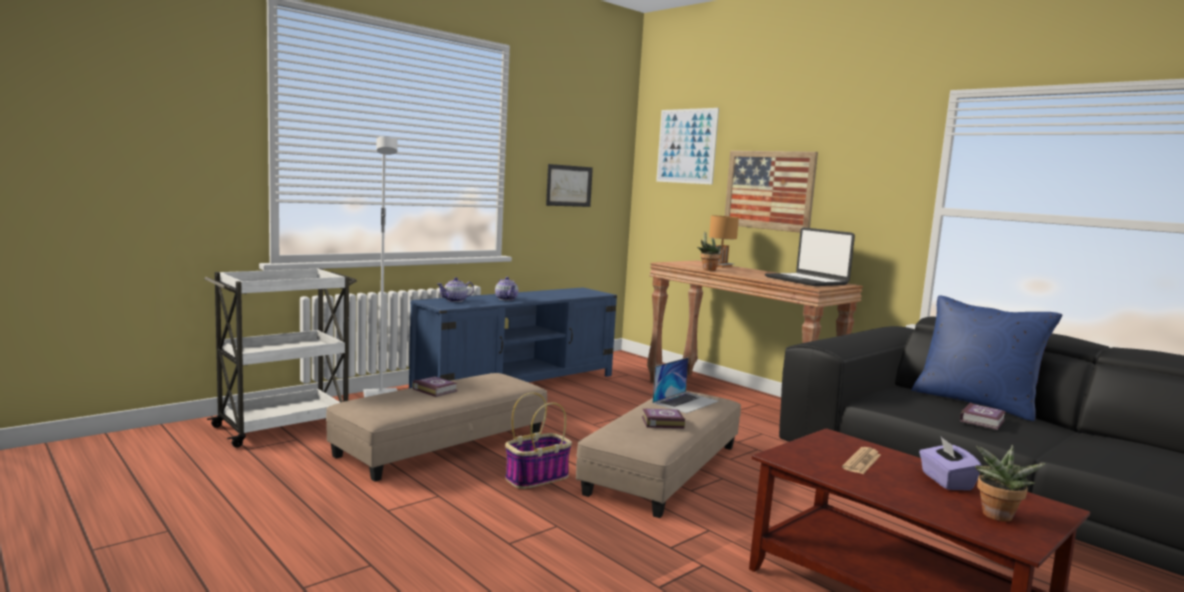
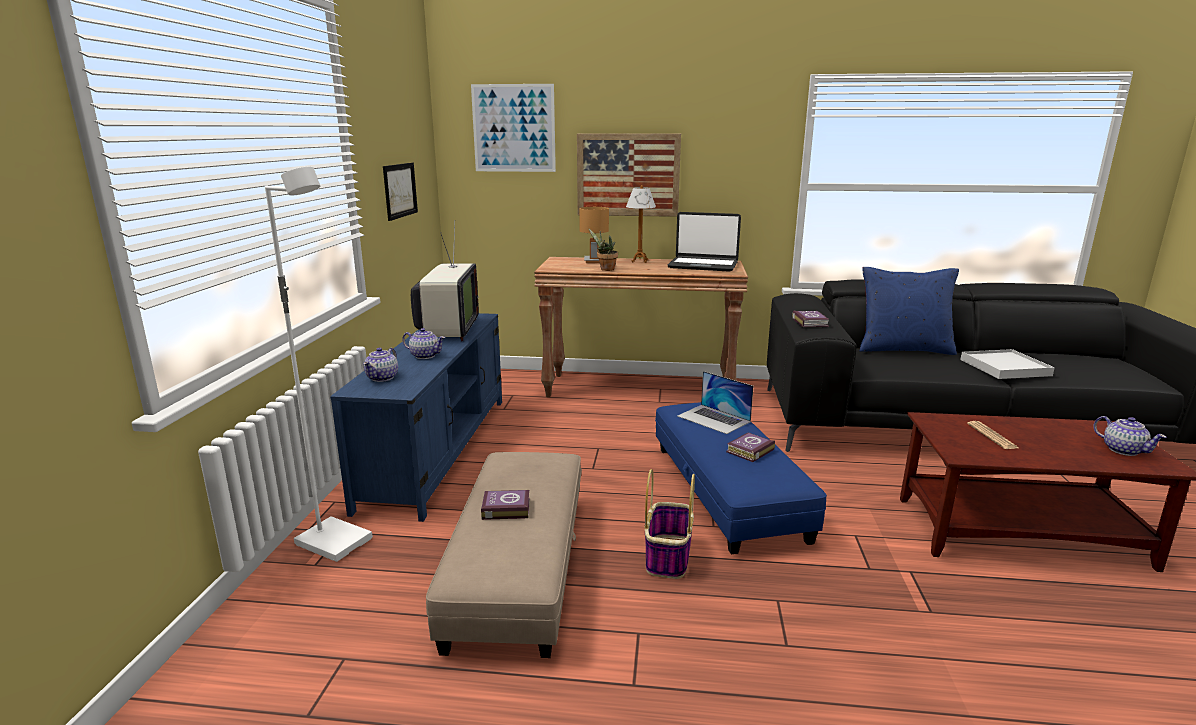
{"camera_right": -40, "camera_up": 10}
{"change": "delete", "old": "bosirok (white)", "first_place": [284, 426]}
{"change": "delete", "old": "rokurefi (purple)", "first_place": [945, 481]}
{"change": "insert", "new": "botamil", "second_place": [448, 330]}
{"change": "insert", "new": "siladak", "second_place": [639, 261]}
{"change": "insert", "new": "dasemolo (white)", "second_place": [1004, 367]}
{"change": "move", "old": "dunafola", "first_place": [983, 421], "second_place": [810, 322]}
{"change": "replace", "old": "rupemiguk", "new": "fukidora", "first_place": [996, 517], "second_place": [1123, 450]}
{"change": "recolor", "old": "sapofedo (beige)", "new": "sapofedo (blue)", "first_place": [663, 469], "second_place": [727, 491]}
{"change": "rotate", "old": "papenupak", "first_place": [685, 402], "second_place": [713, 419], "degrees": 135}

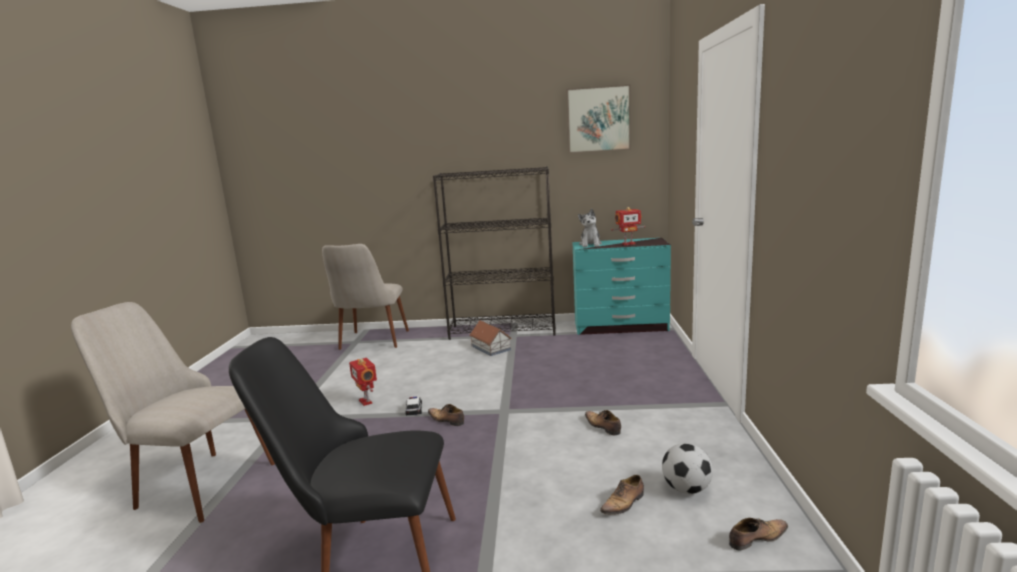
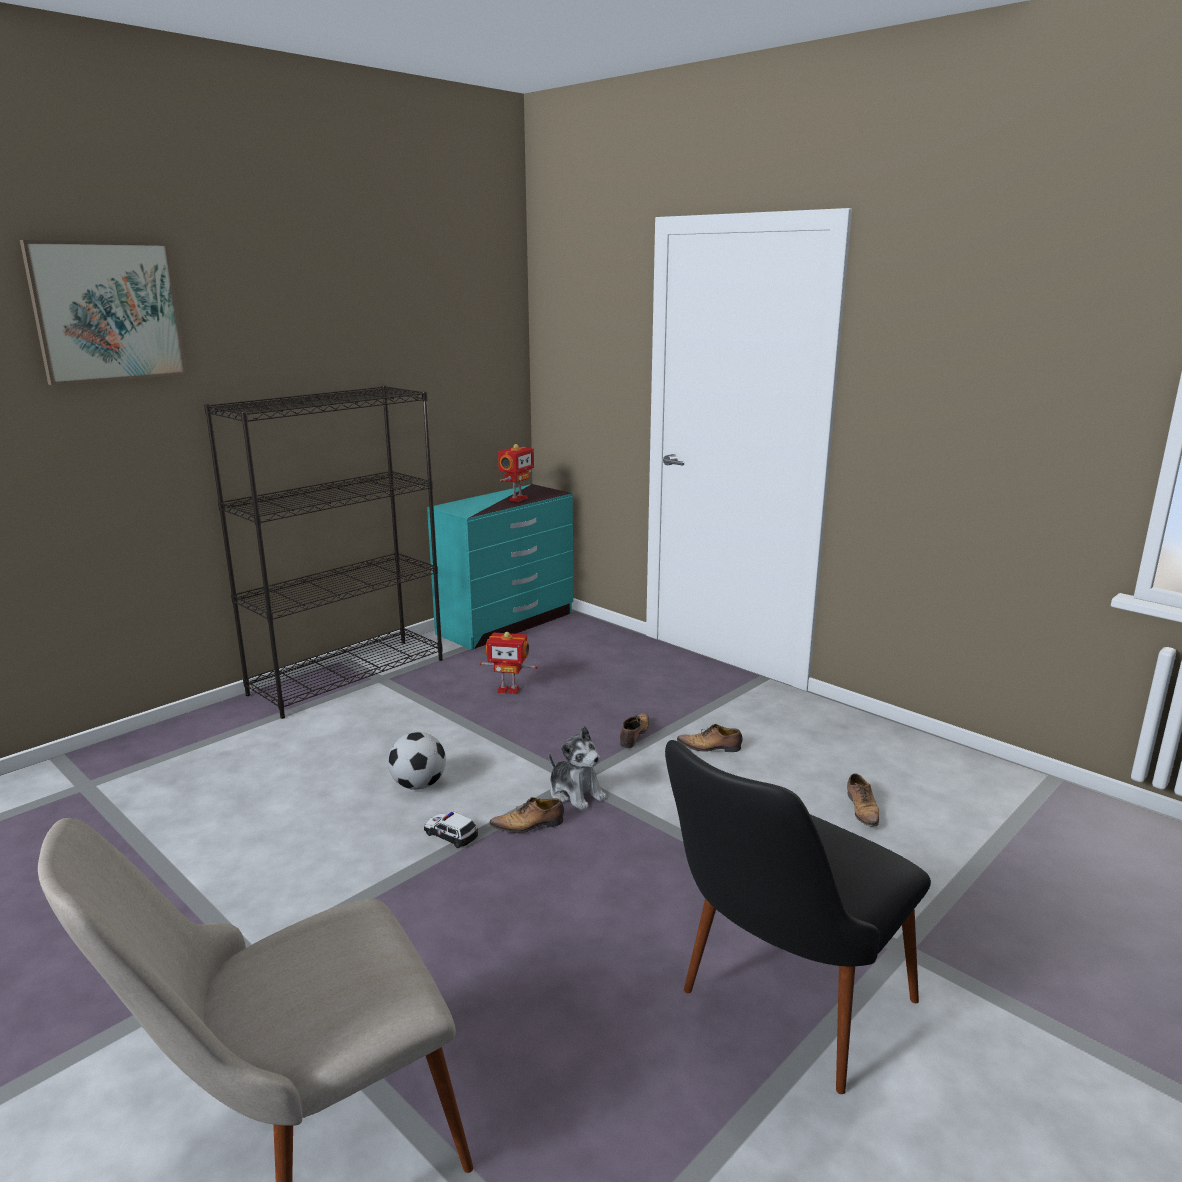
{"camera_right": -50, "camera_up": 5}
{"change": "delete", "old": "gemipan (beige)", "first_place": [371, 344]}
{"change": "delete", "old": "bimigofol", "first_place": [491, 347]}
{"change": "move", "old": "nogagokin", "first_place": [366, 401], "second_place": [508, 690]}
{"change": "move", "old": "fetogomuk", "first_place": [598, 119], "second_place": [107, 311]}
{"change": "move", "old": "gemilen", "first_place": [590, 244], "second_place": [576, 794]}
{"change": "move", "old": "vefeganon", "first_place": [686, 489], "second_place": [418, 785]}
{"change": "move", "old": "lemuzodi", "first_place": [756, 539], "second_place": [634, 735]}

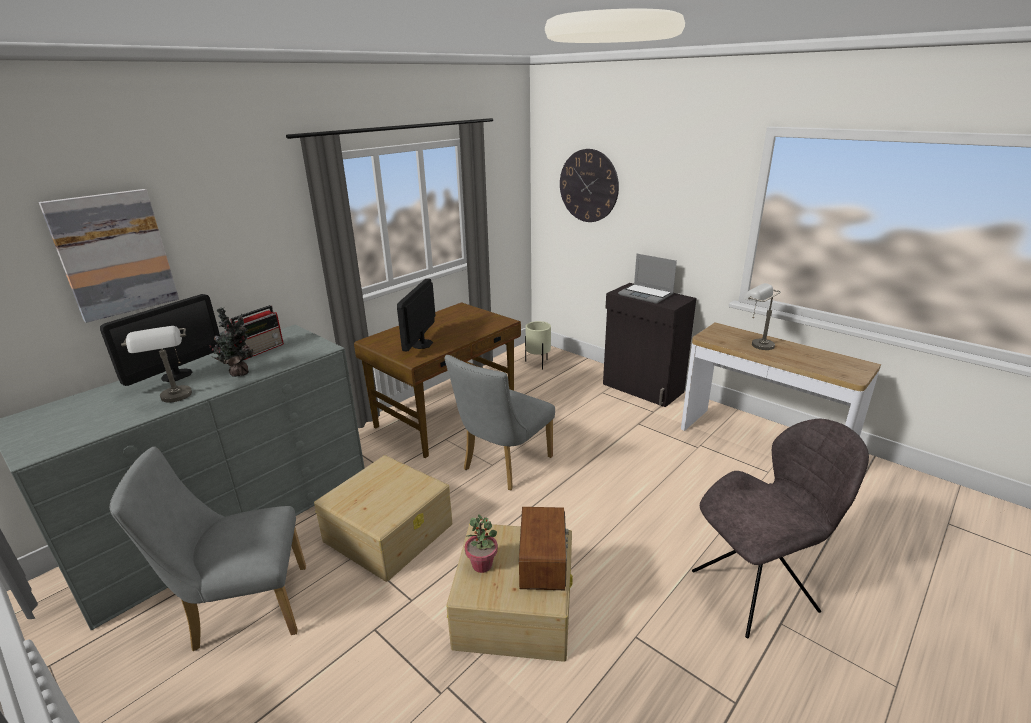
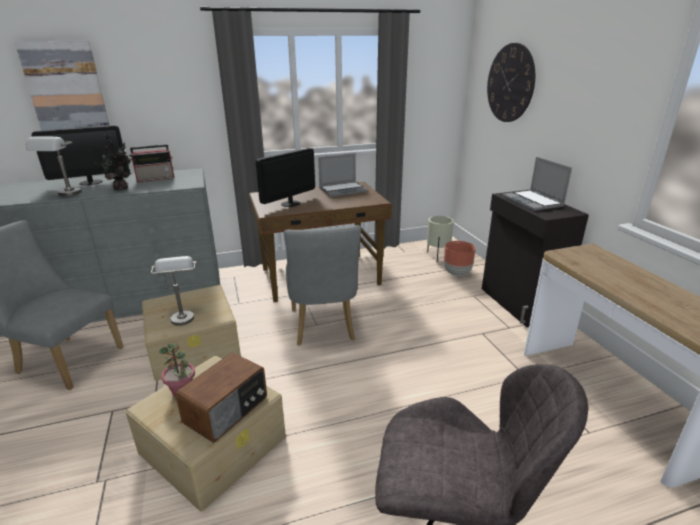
{"camera_right": 30, "camera_up": 0}
{"change": "insert", "new": "papenupak", "second_place": [343, 190]}
{"change": "insert", "new": "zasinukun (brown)", "second_place": [457, 273]}
{"change": "move", "old": "siladak (grey)", "first_place": [755, 343], "second_place": [182, 315]}
{"change": "rotate", "old": "gemipan (grey)", "first_place": [503, 466], "second_place": [323, 328], "degrees": -75}

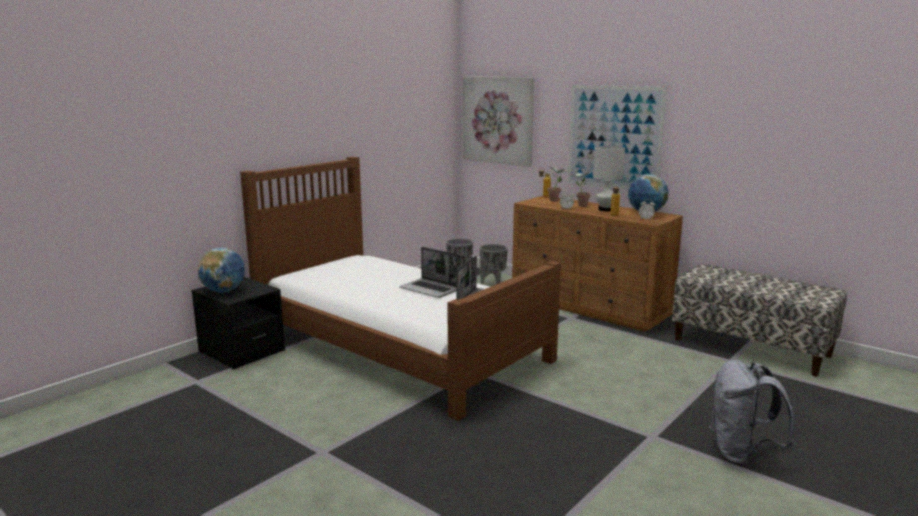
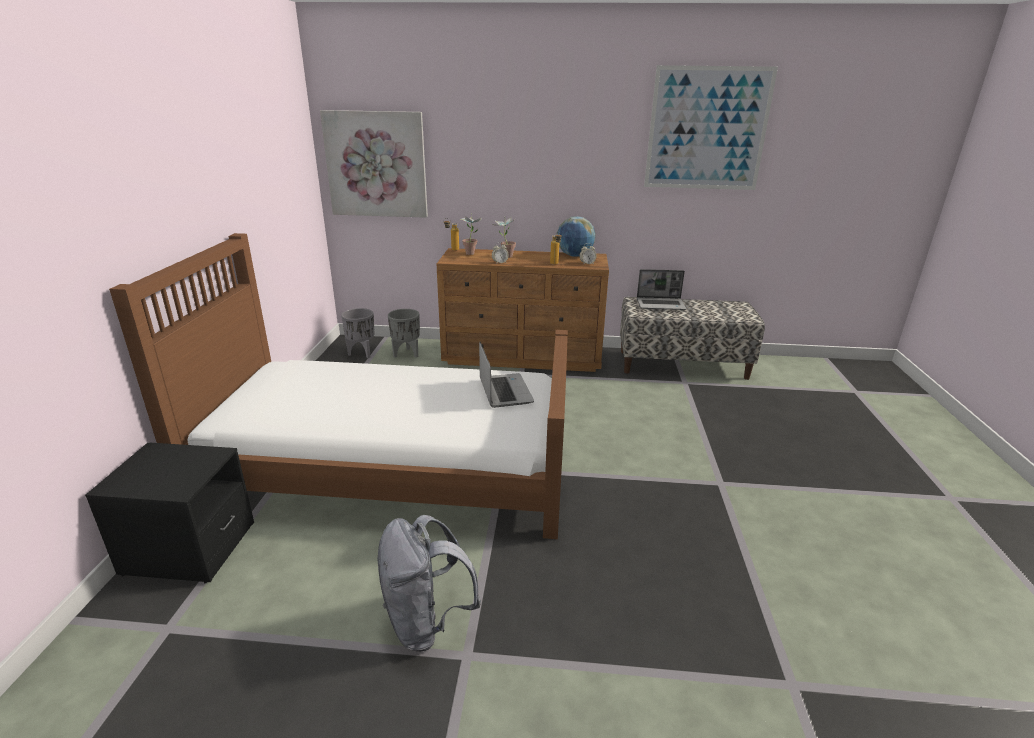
{"camera_right": -35, "camera_up": 10}
{"change": "delete", "old": "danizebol", "first_place": [224, 291]}
{"change": "delete", "old": "siladak (white)", "first_place": [605, 210]}
{"change": "move", "old": "papenupak", "first_place": [431, 289], "second_place": [661, 305]}
{"change": "move", "old": "fetogomuk", "first_place": [614, 138], "second_place": [707, 129]}
{"change": "move", "old": "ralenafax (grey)", "first_place": [741, 454], "second_place": [426, 622]}

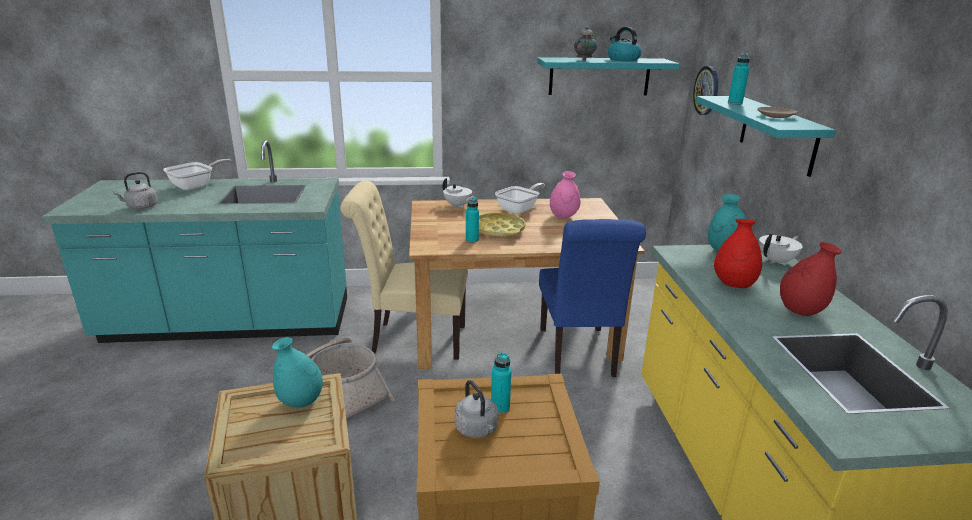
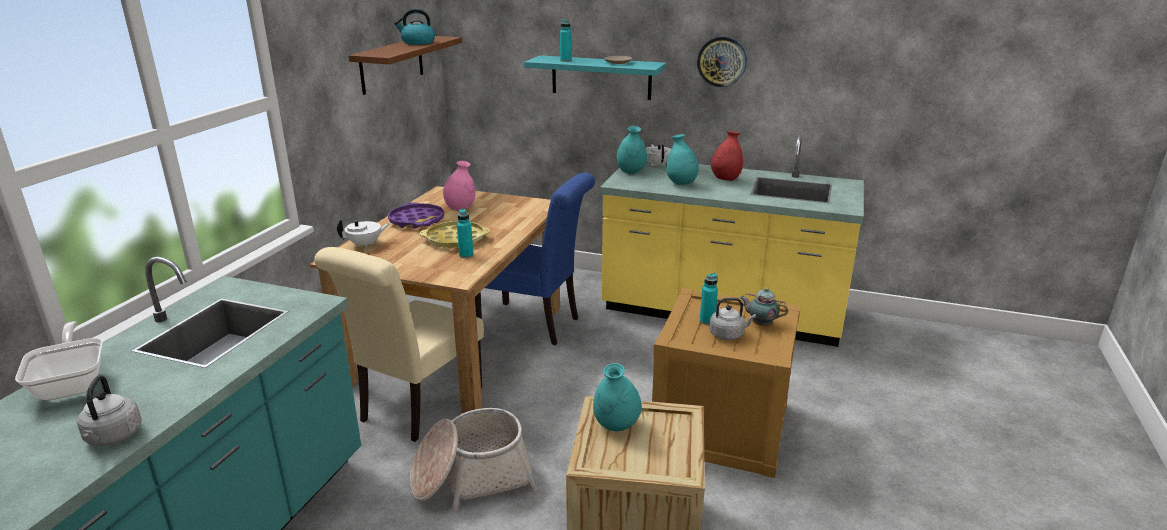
{"camera_right": -65, "camera_up": 0}
{"change": "move", "old": "fukidora", "first_place": [584, 60], "second_place": [760, 324]}
{"change": "move", "old": "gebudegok", "first_place": [707, 90], "second_place": [721, 61]}
{"change": "replace", "old": "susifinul", "new": "dasemolo (purple)", "first_place": [519, 209], "second_place": [417, 221]}
{"change": "recolor", "old": "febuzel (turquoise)", "new": "febuzel (brown)", "first_place": [599, 76], "second_place": [392, 64]}
{"change": "recolor", "old": "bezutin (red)", "new": "bezutin (turquoise)", "first_place": [733, 285], "second_place": [681, 184]}

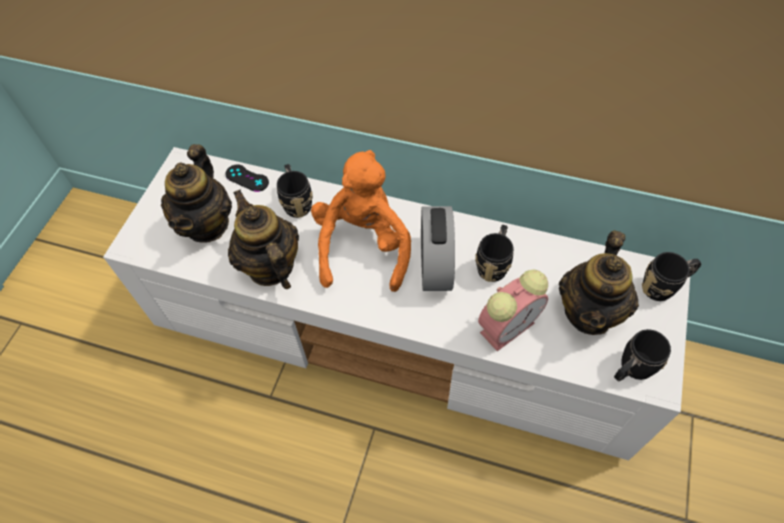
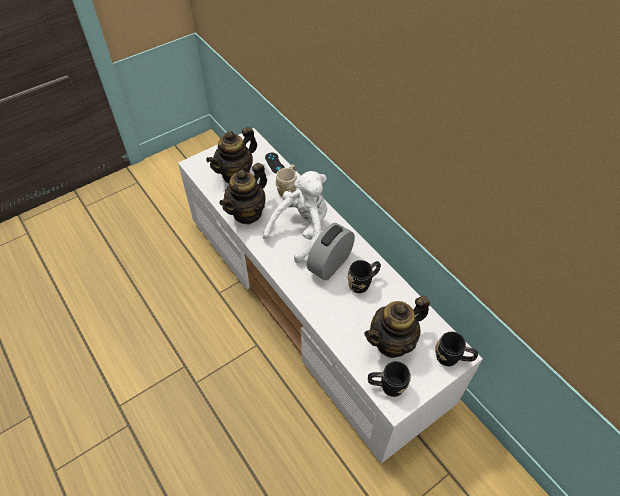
{"camera_right": 35, "camera_up": -5}
{"change": "delete", "old": "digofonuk", "first_place": [508, 326]}
{"change": "recolor", "old": "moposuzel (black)", "new": "moposuzel (beige)", "first_place": [296, 201], "second_place": [288, 189]}
{"change": "recolor", "old": "gemilen (orange)", "new": "gemilen (white)", "first_place": [363, 246], "second_place": [301, 231]}
{"change": "rotate", "old": "fukidora", "first_place": [270, 266], "second_place": [247, 213], "degrees": -150}

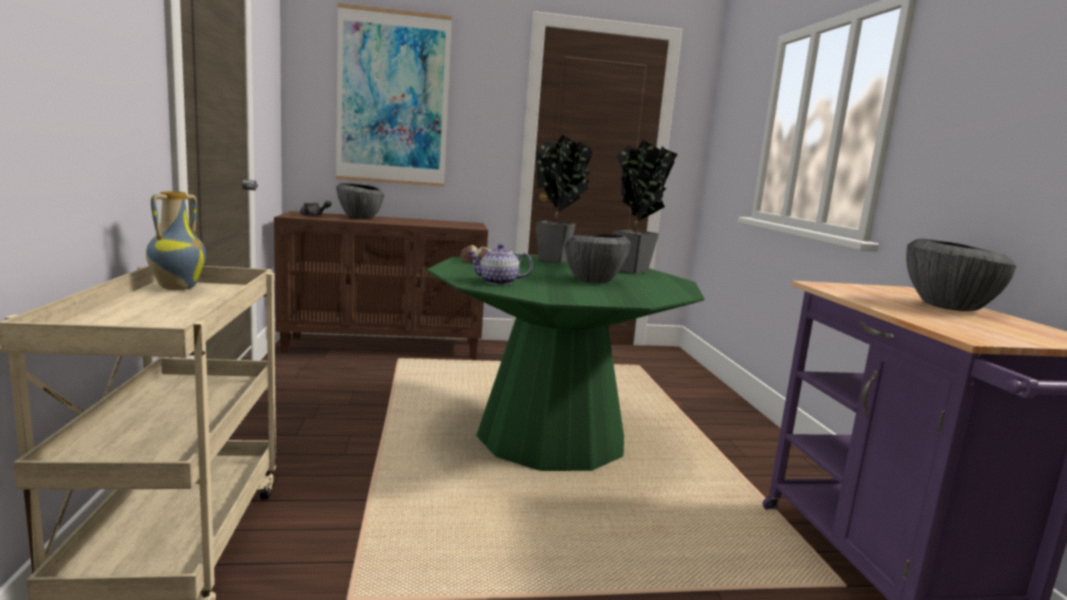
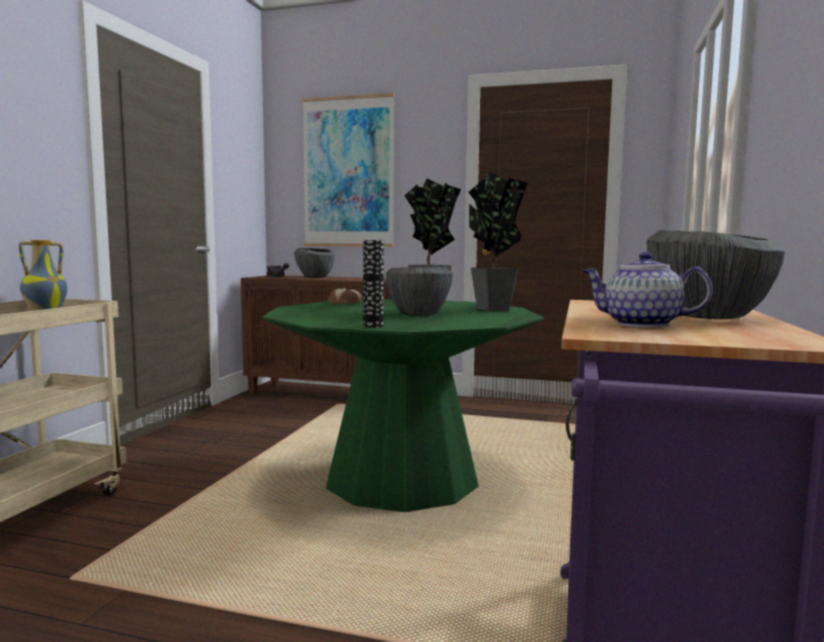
{"camera_right": 25, "camera_up": -5}
{"change": "insert", "new": "bezutin", "second_place": [373, 326]}
{"change": "move", "old": "fukidora", "first_place": [498, 282], "second_place": [641, 324]}

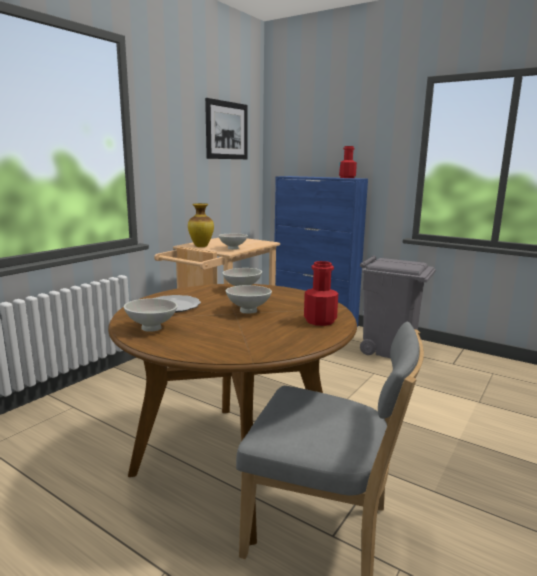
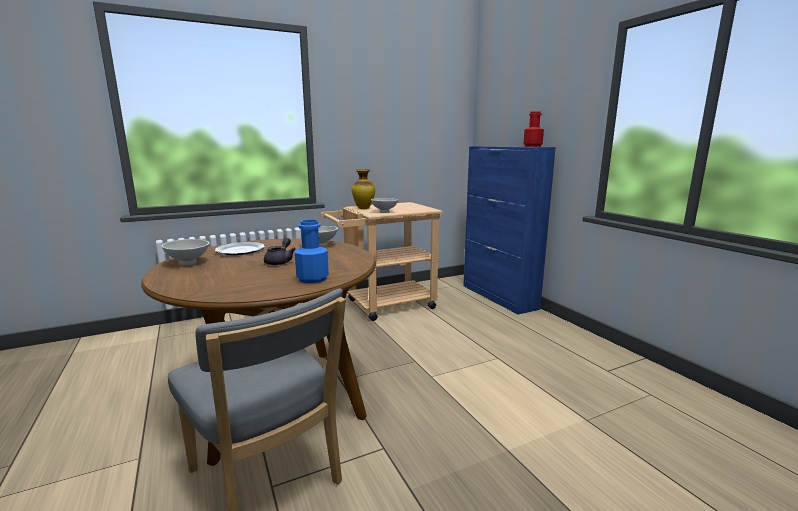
{"camera_right": 30, "camera_up": 0}
{"change": "delete", "old": "fetogomuk", "first_place": [227, 130]}
{"change": "delete", "old": "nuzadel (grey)", "first_place": [390, 349]}
{"change": "replace", "old": "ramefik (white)", "new": "fukidora (grey)", "first_place": [247, 310], "second_place": [280, 261]}
{"change": "recolor", "old": "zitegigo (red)", "new": "zitegigo (blue)", "first_place": [320, 321], "second_place": [312, 278]}

